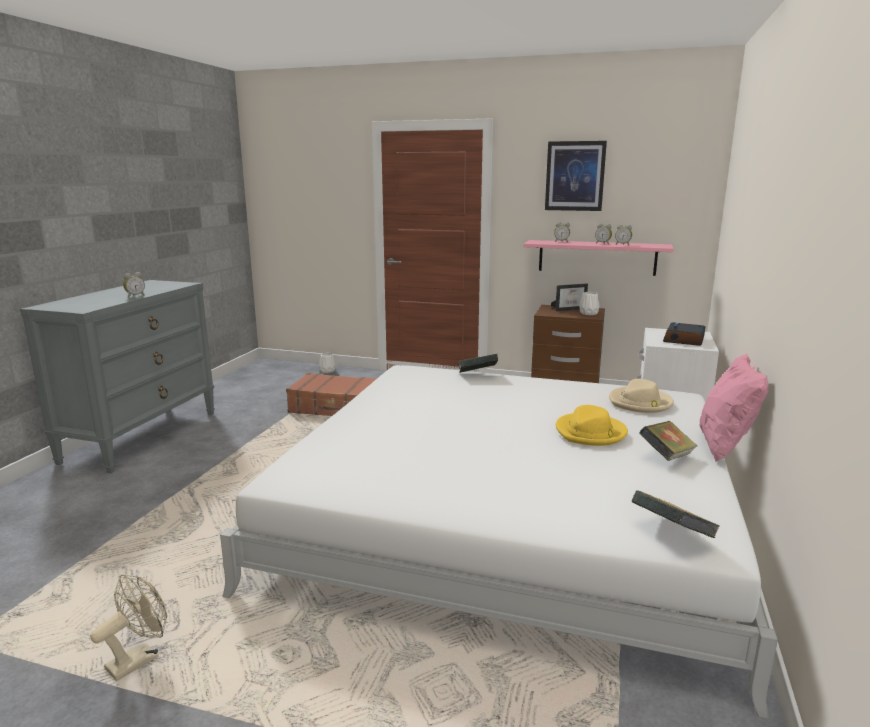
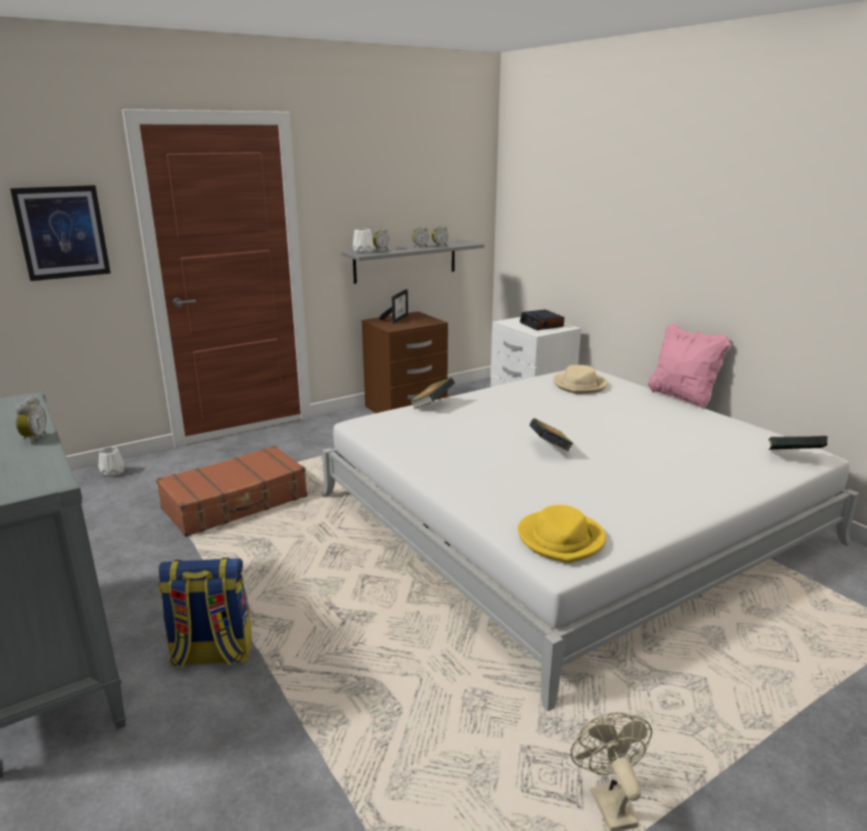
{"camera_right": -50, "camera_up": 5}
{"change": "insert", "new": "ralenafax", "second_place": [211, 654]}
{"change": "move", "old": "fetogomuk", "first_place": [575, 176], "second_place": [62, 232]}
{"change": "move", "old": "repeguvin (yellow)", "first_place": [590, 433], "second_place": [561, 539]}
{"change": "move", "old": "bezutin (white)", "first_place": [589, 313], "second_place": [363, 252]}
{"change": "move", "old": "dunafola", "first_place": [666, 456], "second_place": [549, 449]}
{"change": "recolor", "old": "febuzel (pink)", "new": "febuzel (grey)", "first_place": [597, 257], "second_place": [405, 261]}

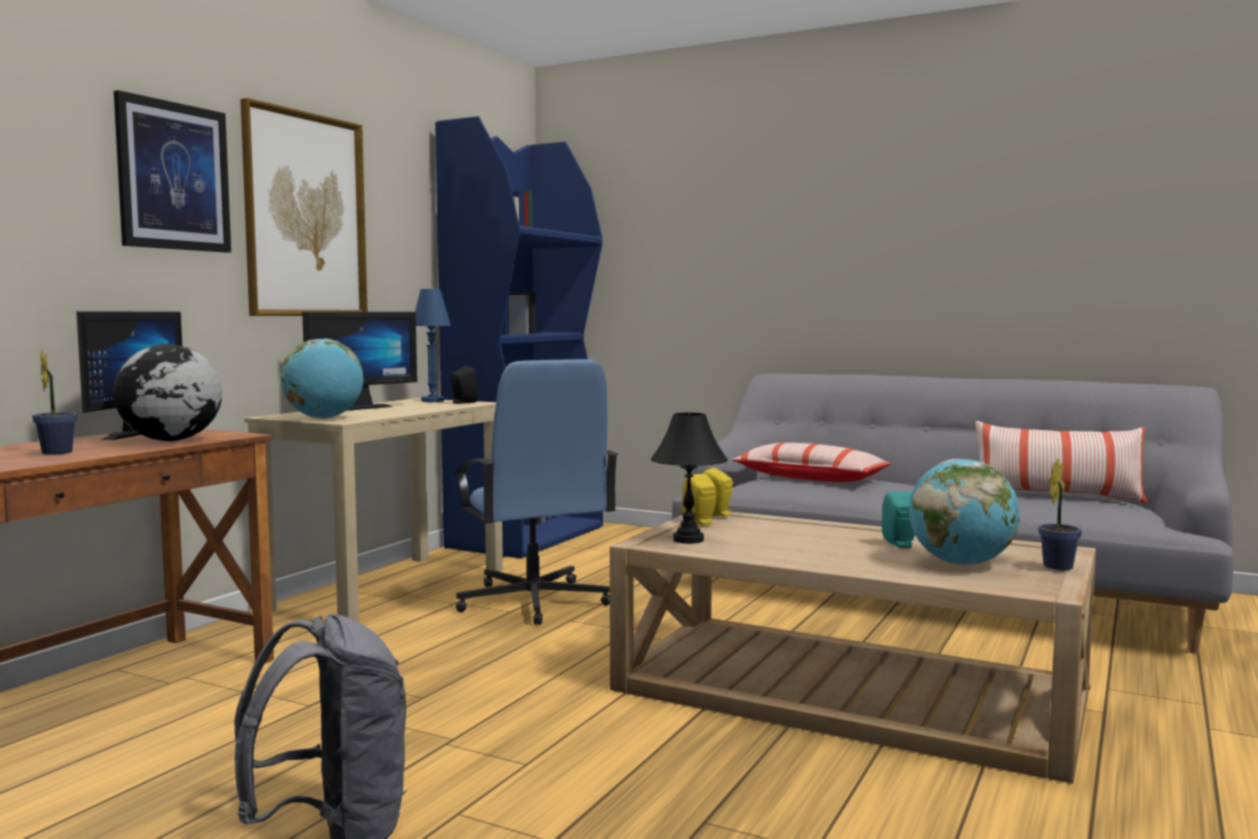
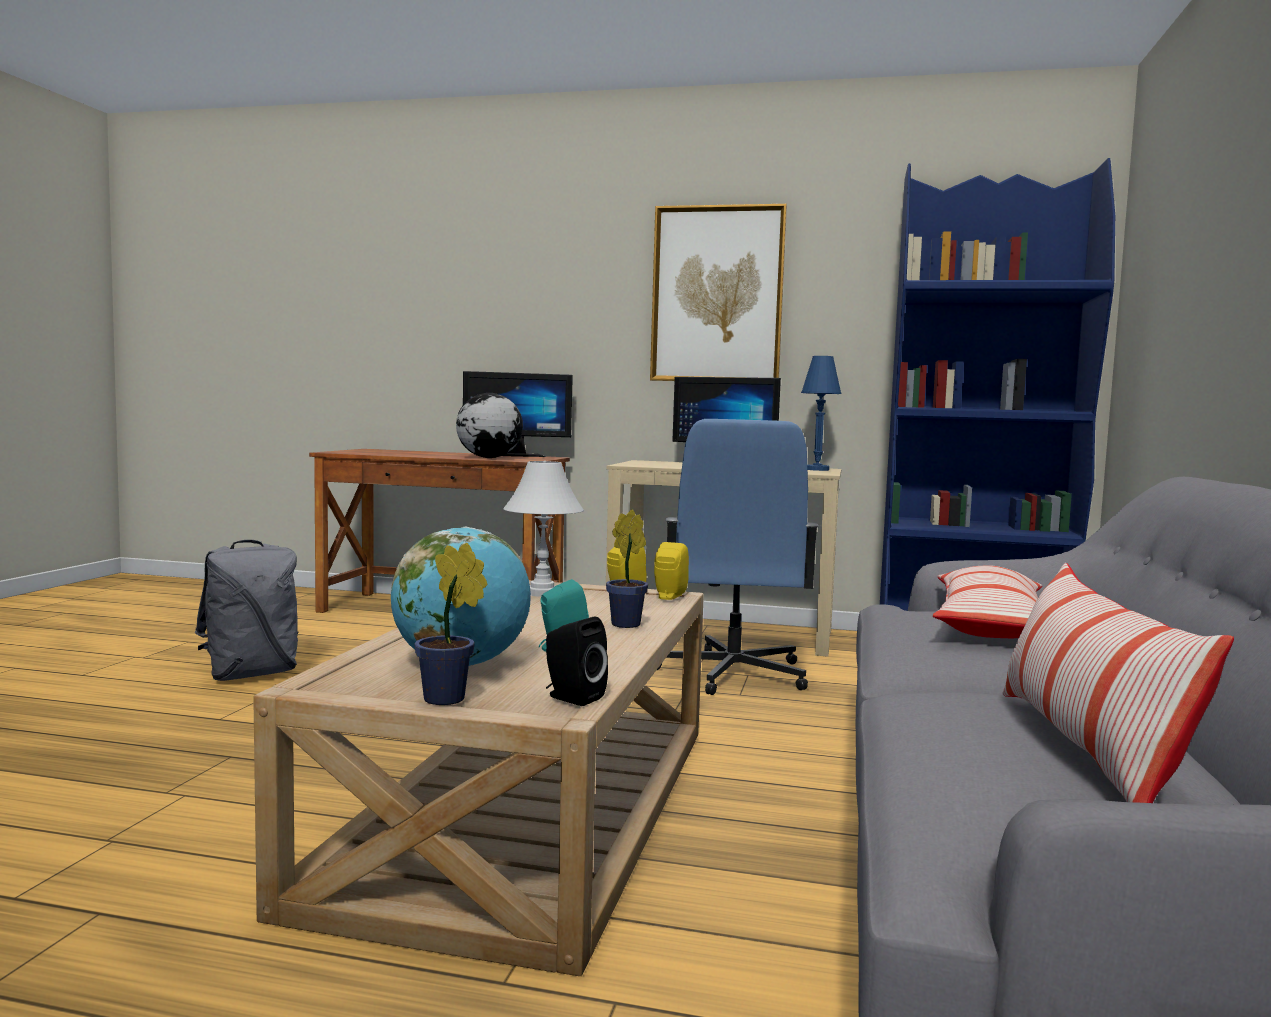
{"camera_right": 75, "camera_up": 0}
{"change": "delete", "old": "fetogomuk", "first_place": [173, 176]}
{"change": "delete", "old": "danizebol", "first_place": [324, 418]}
{"change": "move", "old": "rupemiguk", "first_place": [57, 452], "second_place": [629, 624]}
{"change": "move", "old": "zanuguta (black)", "first_place": [462, 402], "second_place": [571, 697]}
{"change": "recolor", "old": "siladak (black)", "new": "siladak (white)", "first_place": [687, 540], "second_place": [542, 593]}
{"change": "rotate", "old": "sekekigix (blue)", "first_place": [533, 602], "second_place": [731, 674], "degrees": -45}

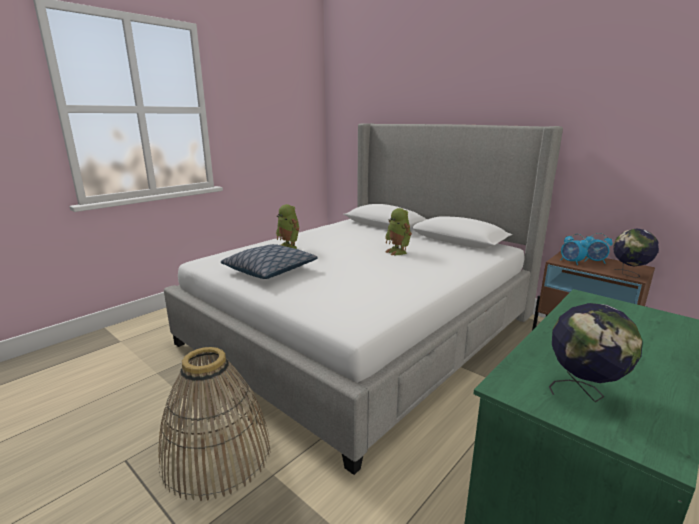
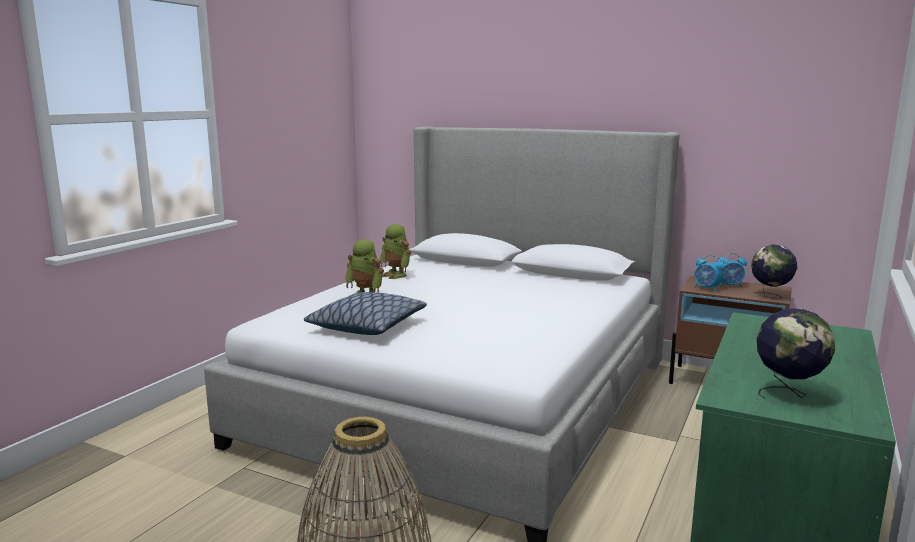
{"camera_right": -15, "camera_up": -5}
{"change": "move", "old": "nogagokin", "first_place": [398, 252], "second_place": [396, 275]}

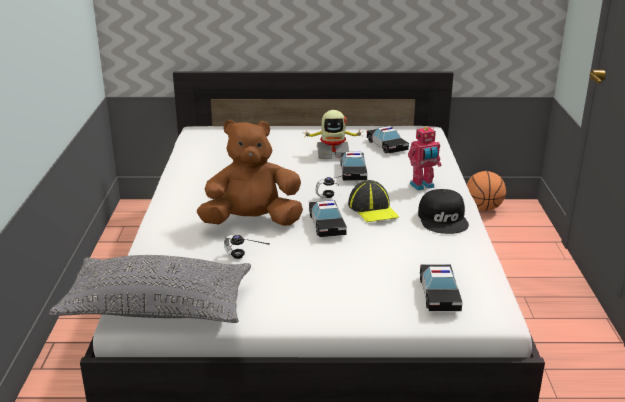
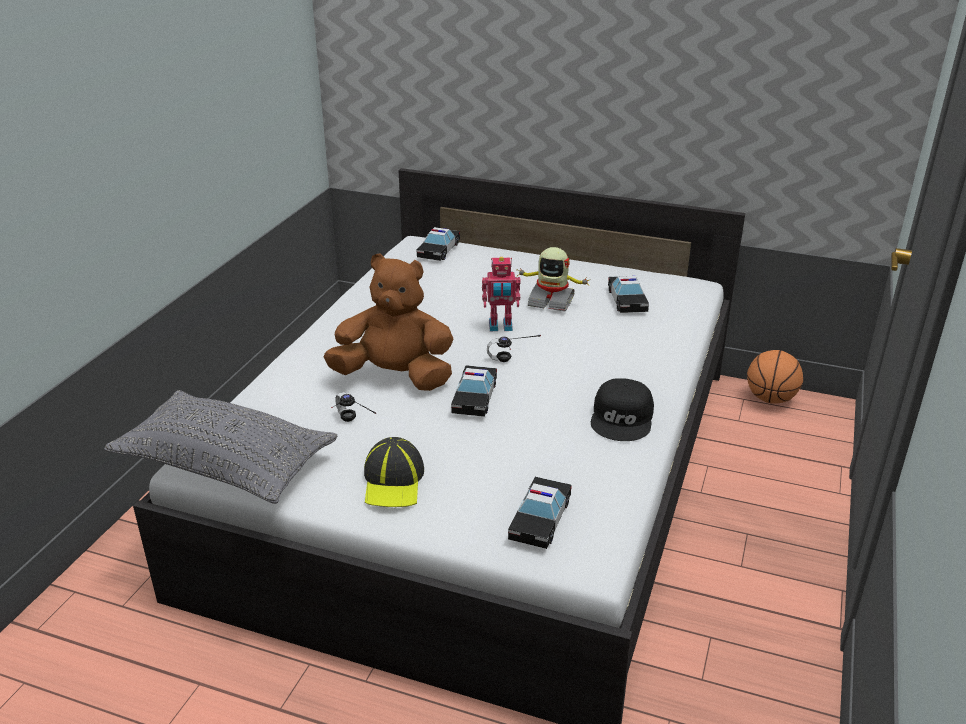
{"camera_right": 20, "camera_up": 5}
{"change": "move", "old": "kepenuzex", "first_place": [353, 172], "second_place": [438, 251]}
{"change": "move", "old": "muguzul", "first_place": [373, 209], "second_place": [393, 481]}
{"change": "move", "old": "nogagokin", "first_place": [422, 186], "second_place": [500, 327]}

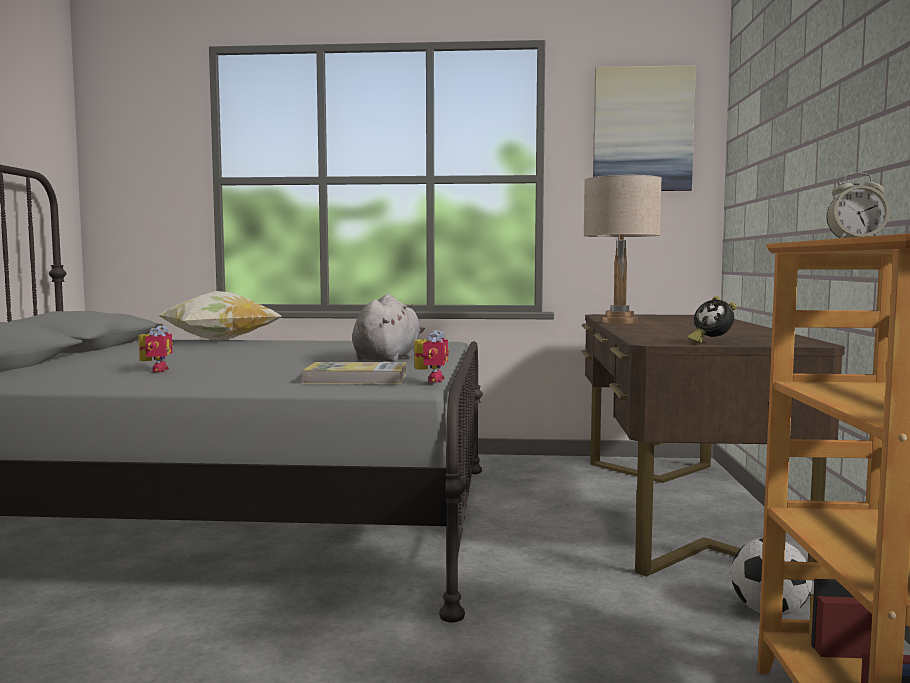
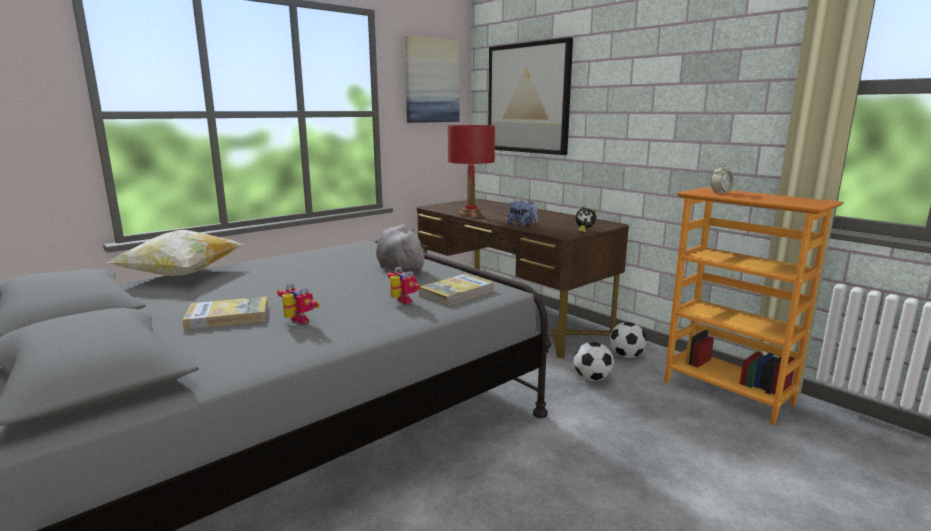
{"camera_right": -45, "camera_up": 10}
{"change": "insert", "new": "dunafola", "second_place": [228, 316]}
{"change": "insert", "new": "fetogomuk", "second_place": [528, 98]}
{"change": "insert", "new": "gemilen", "second_place": [522, 224]}
{"change": "insert", "new": "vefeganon", "second_place": [592, 378]}
{"change": "move", "old": "nogagokin", "first_place": [430, 380], "second_place": [401, 302]}
{"change": "recolor", "old": "siladak (beige)", "new": "siladak (red)", "first_place": [619, 322], "second_place": [471, 215]}

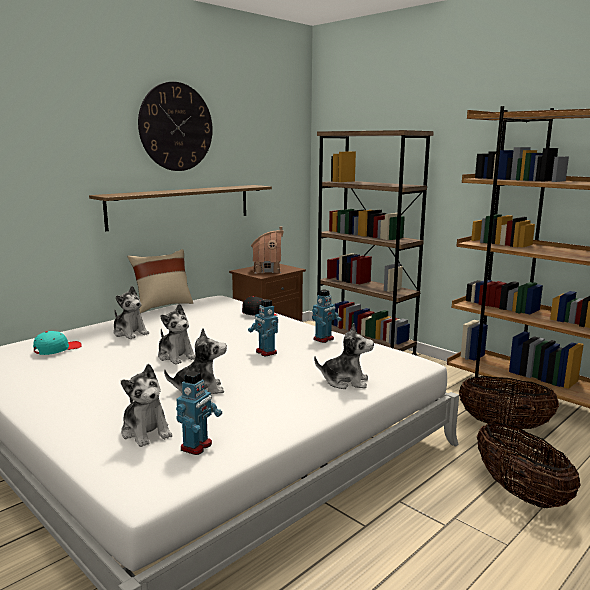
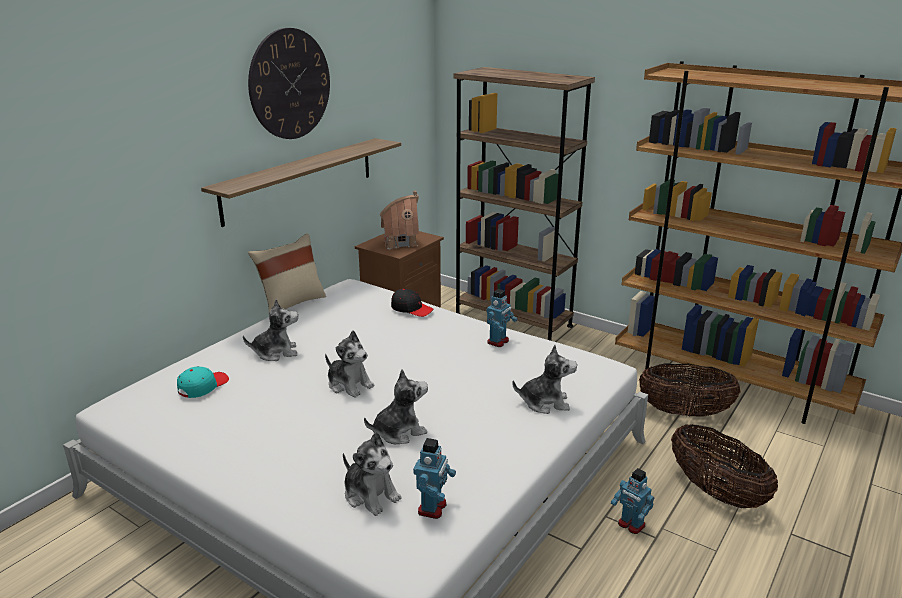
{"camera_right": -10, "camera_up": 10}
{"change": "move", "old": "nogagokin", "first_place": [265, 352], "second_place": [631, 525]}
{"change": "rotate", "old": "gemilen", "first_place": [130, 333], "second_place": [276, 352], "degrees": -45}

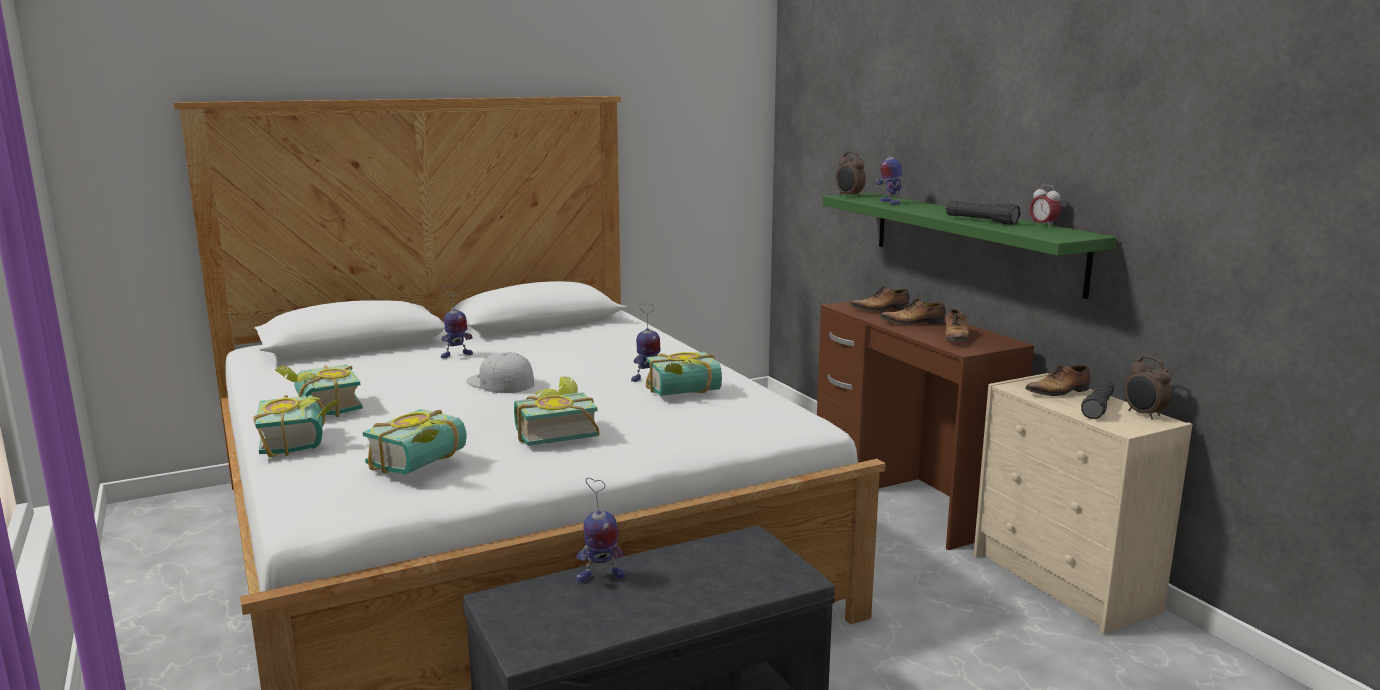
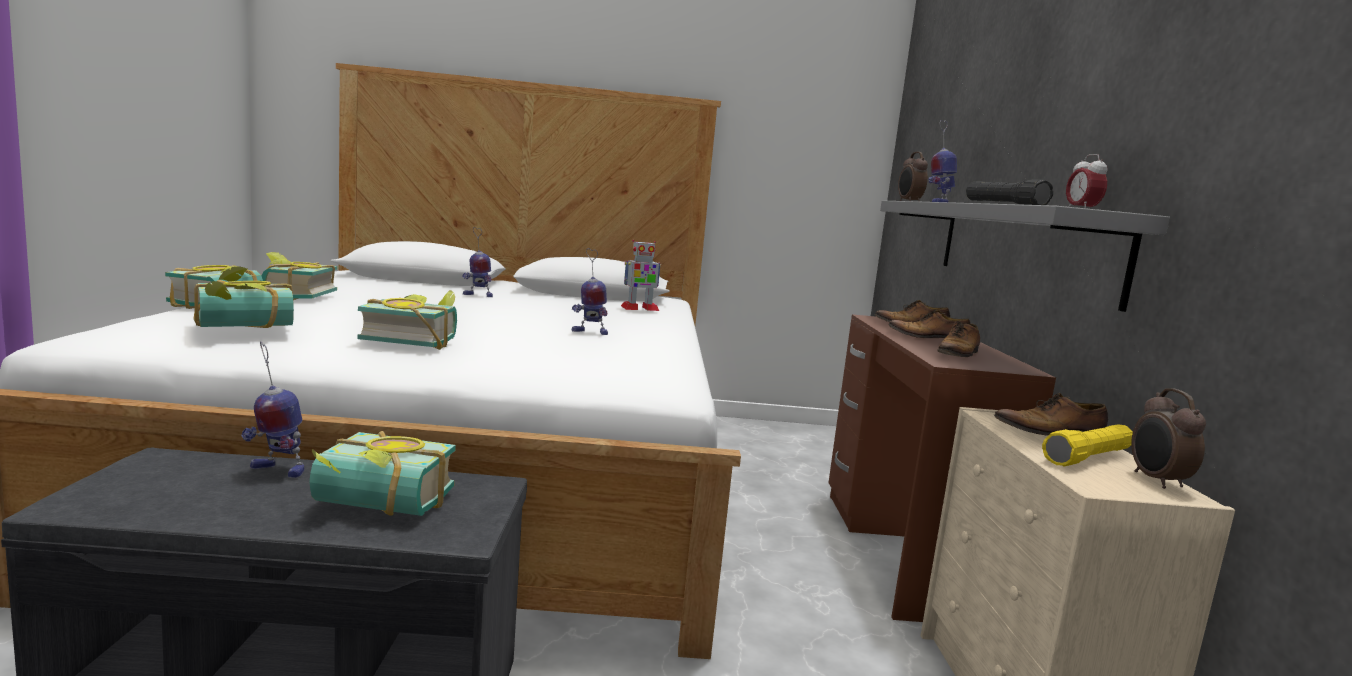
{"camera_right": 25, "camera_up": -5}
{"change": "delete", "old": "muguzul (white)", "first_place": [499, 382]}
{"change": "insert", "new": "nogagokin", "second_place": [639, 308]}
{"change": "move", "old": "dunafola", "first_place": [685, 393], "second_place": [378, 507]}
{"change": "recolor", "old": "febuzel (green)", "new": "febuzel (grey)", "first_place": [973, 240], "second_place": [1020, 247]}
{"change": "recolor", "old": "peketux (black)", "new": "peketux (yellow)", "first_place": [1098, 407], "second_place": [1088, 458]}

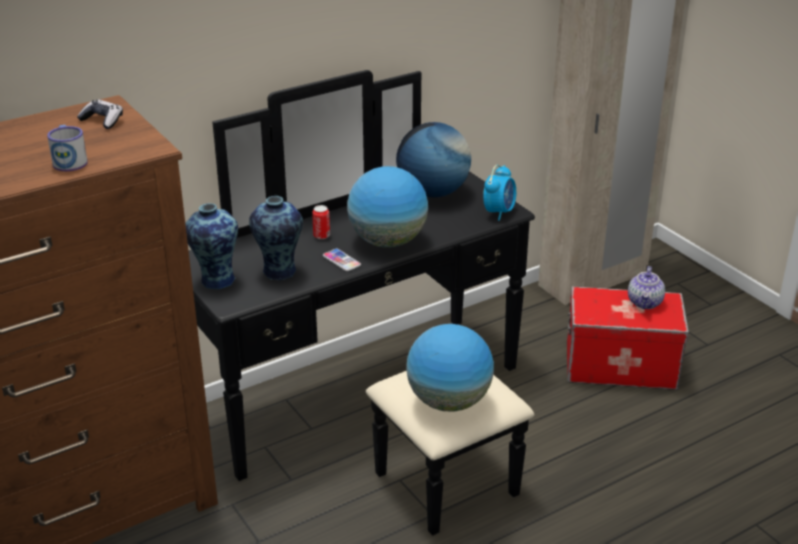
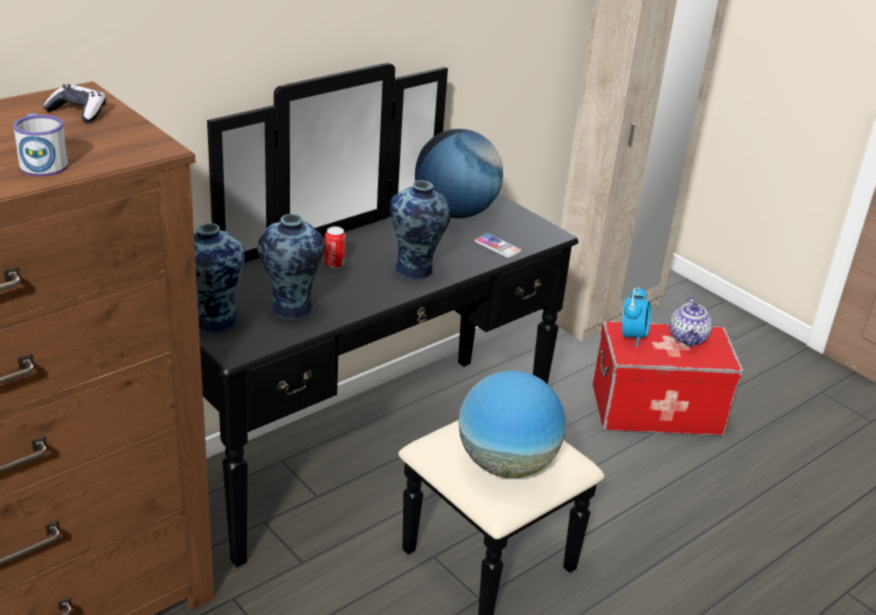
{"camera_right": -10, "camera_up": 0}
{"change": "move", "old": "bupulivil", "first_place": [341, 261], "second_place": [497, 247]}
{"change": "move", "old": "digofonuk", "first_place": [499, 212], "second_place": [633, 336]}
{"change": "replace", "old": "danizebol", "new": "bezutin", "first_place": [387, 242], "second_place": [416, 271]}

